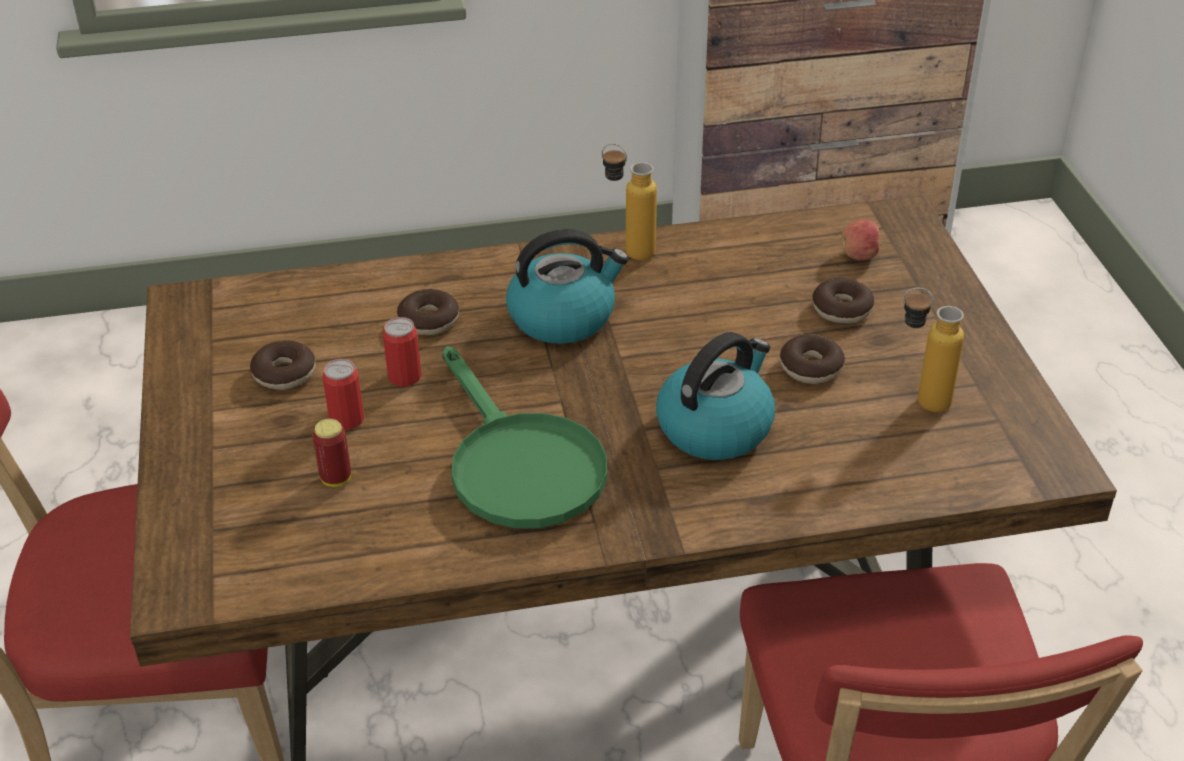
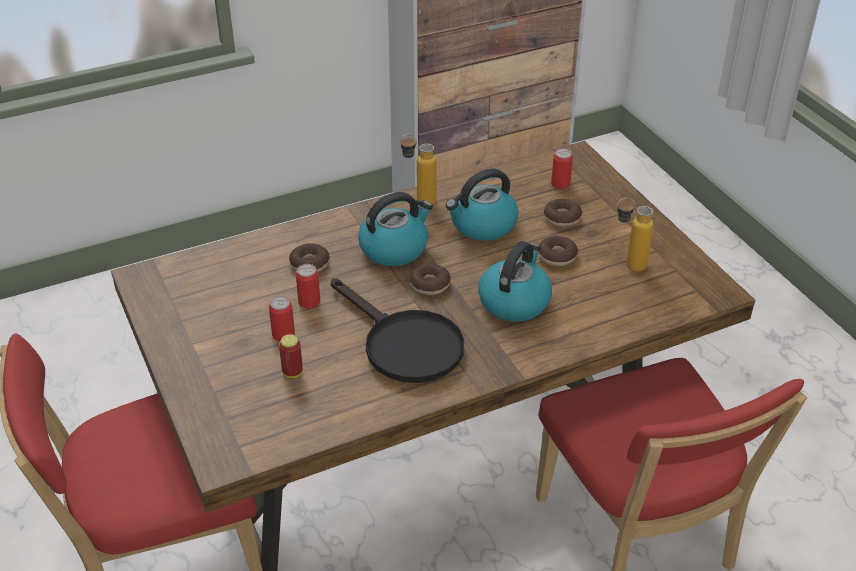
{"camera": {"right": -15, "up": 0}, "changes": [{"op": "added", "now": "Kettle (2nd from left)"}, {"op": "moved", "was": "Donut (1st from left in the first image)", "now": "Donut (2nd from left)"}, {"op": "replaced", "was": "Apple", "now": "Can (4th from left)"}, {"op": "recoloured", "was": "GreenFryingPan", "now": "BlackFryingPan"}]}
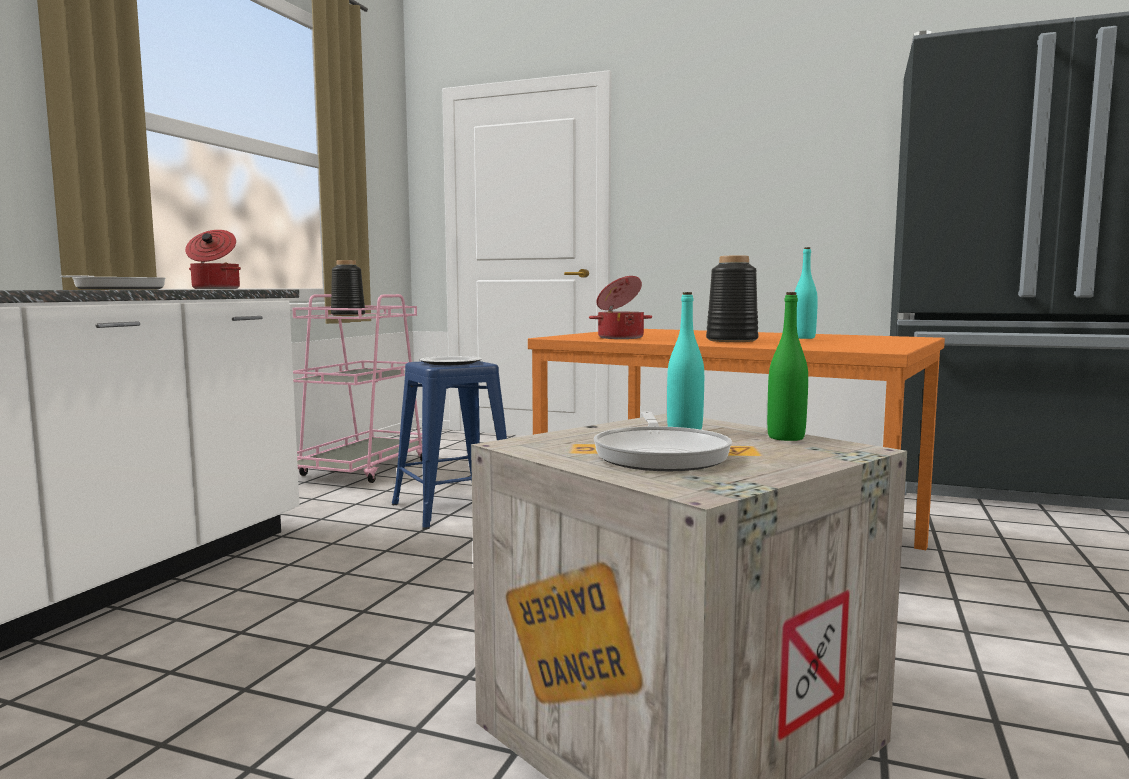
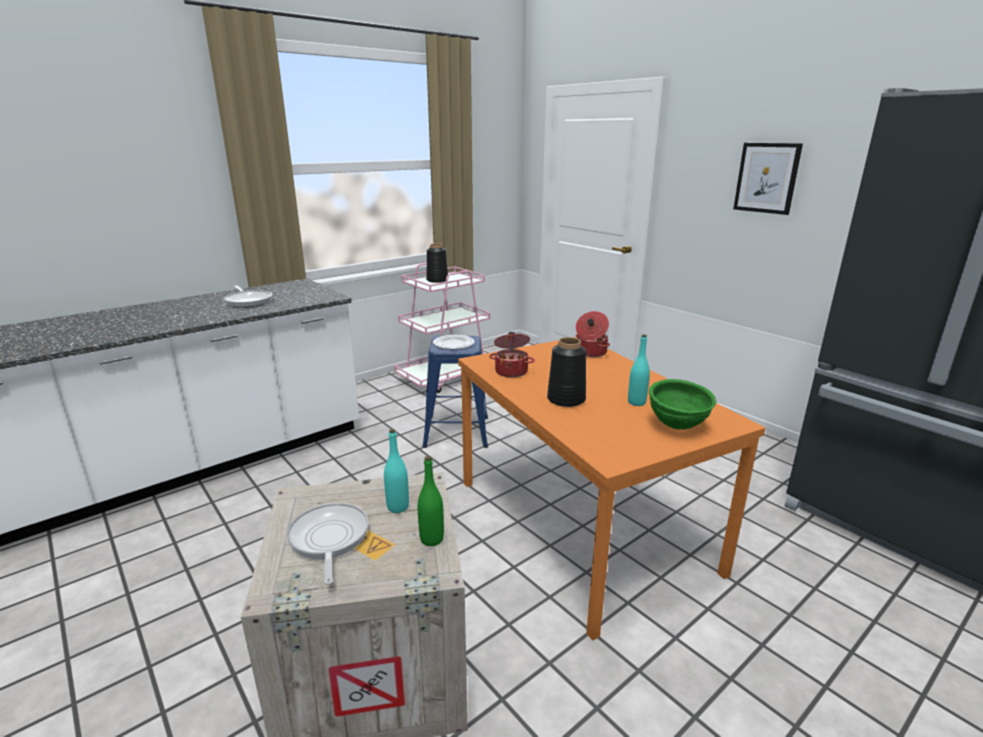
{"camera": {"right": 30, "up": 15}, "changes": [{"op": "added", "now": "GreenBowl"}, {"op": "added", "now": "Picture"}, {"op": "moved", "was": "CookingPot (1st from left in the first image)", "now": "CookingPot (2nd from left)"}, {"op": "turned", "was": "FryingPan (2nd from left)", "clockwise": 135}]}
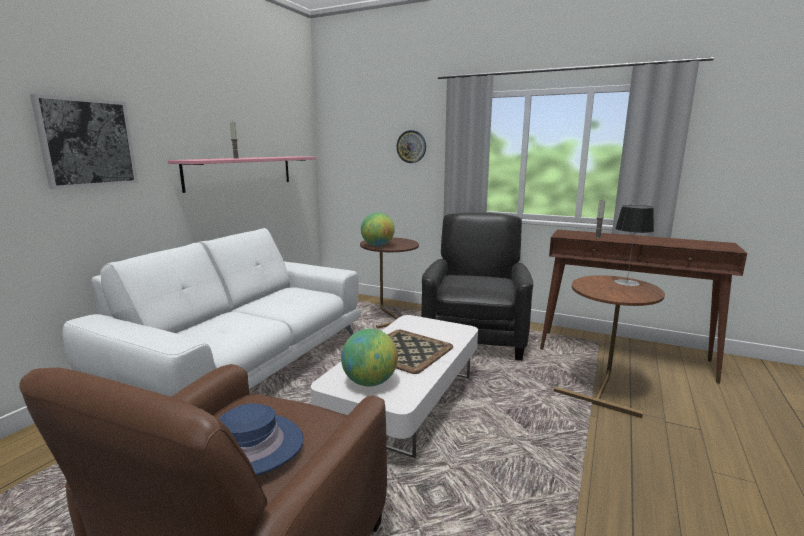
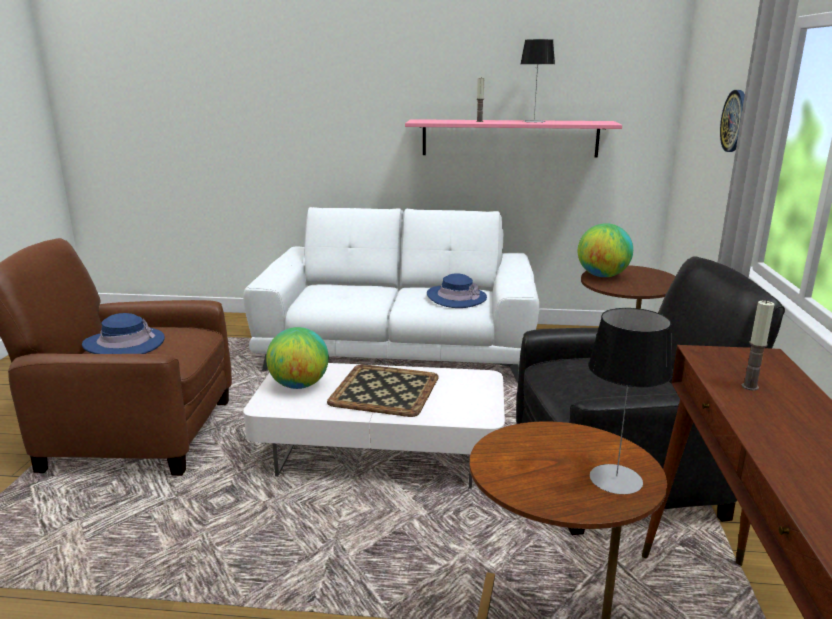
{"camera": {"right": 70, "up": 5}, "changes": [{"op": "removed", "was": "Picture"}, {"op": "added", "now": "BlueHat (2nd from left)"}, {"op": "added", "now": "TableLamp (1st from left)"}]}
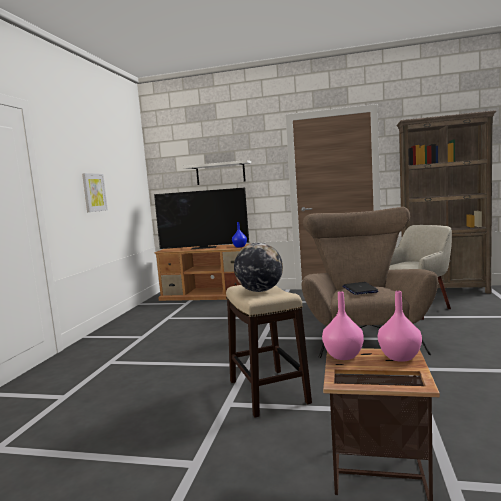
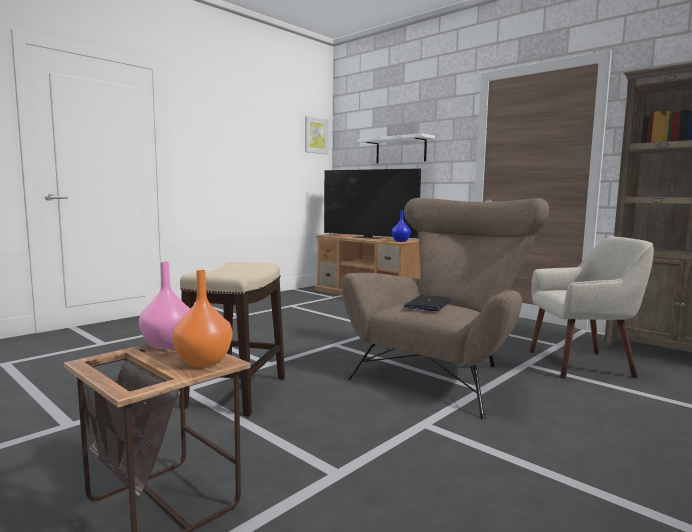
{"camera": {"right": 30, "up": 0}, "changes": [{"op": "removed", "was": "Globe"}, {"op": "moved", "was": "Picture"}, {"op": "recoloured", "was": "PinkVase (2nd from left)", "now": "OrangeVase"}]}
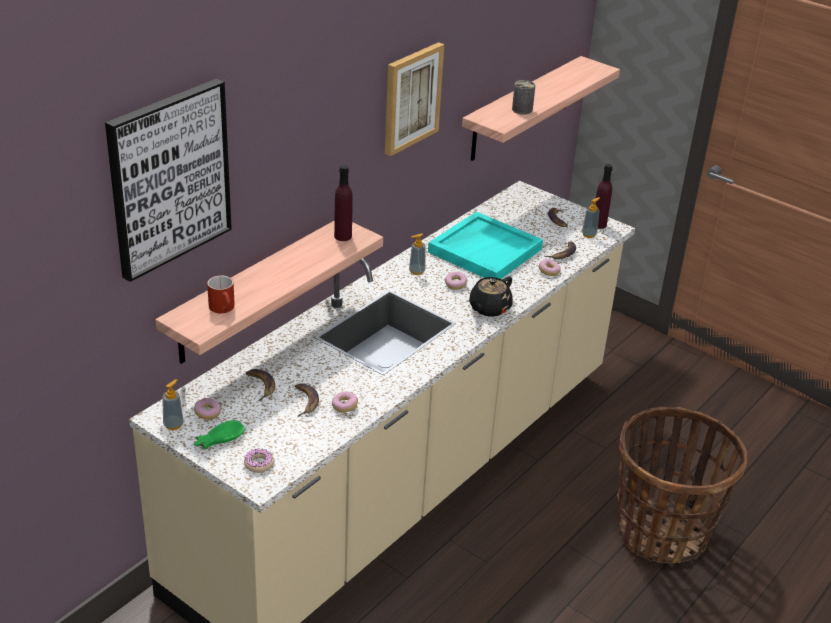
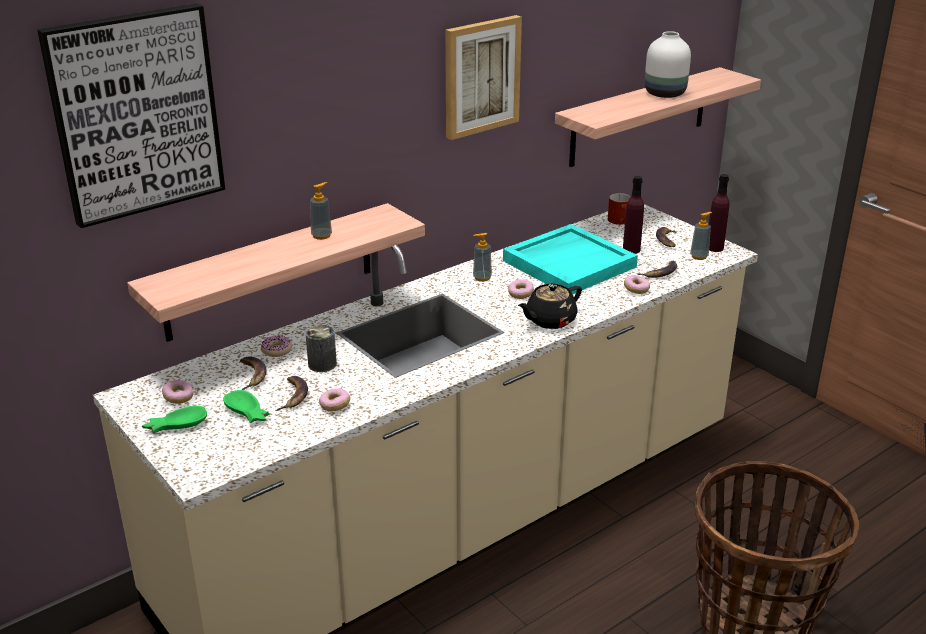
{"camera": {"right": 15, "up": -5}, "changes": [{"op": "added", "now": "GreenBowl (2nd from left)"}, {"op": "added", "now": "WhiteVase"}, {"op": "moved", "was": "SoapDispenser (1st from left)"}, {"op": "moved", "was": "RedMug"}, {"op": "moved", "was": "Donut (2nd from left)"}, {"op": "moved", "was": "PurpleBottle (1st from left)"}, {"op": "moved", "was": "Can"}]}
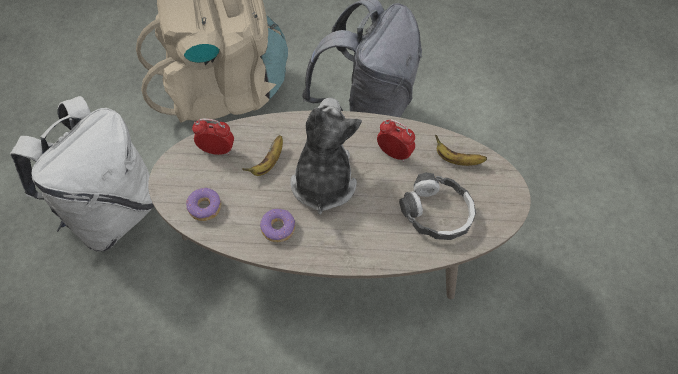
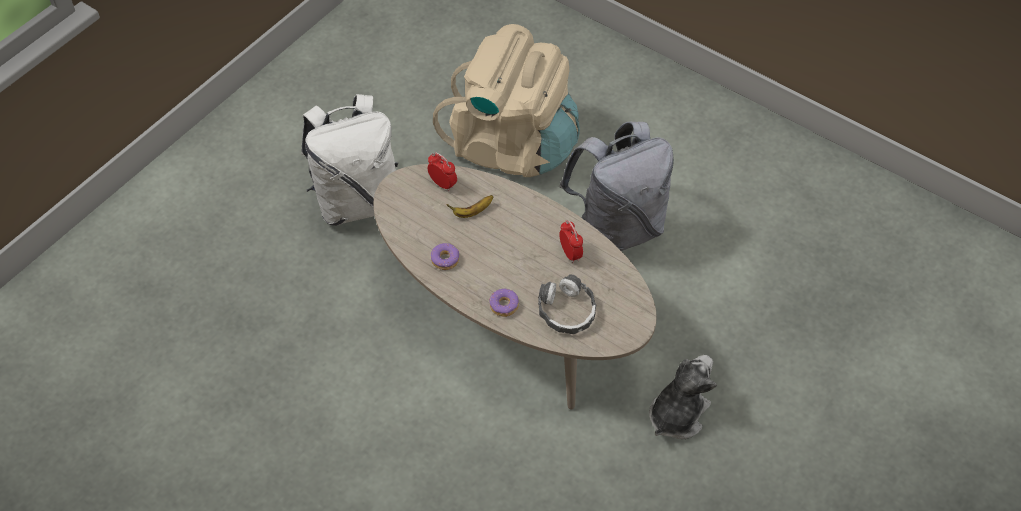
{"camera": {"right": 35, "up": -5}, "changes": [{"op": "removed", "was": "Banana (2nd from left)"}, {"op": "moved", "was": "Donut (1st from left in the first image)", "now": "Donut (2nd from left)"}, {"op": "moved", "was": "PlushToy"}]}
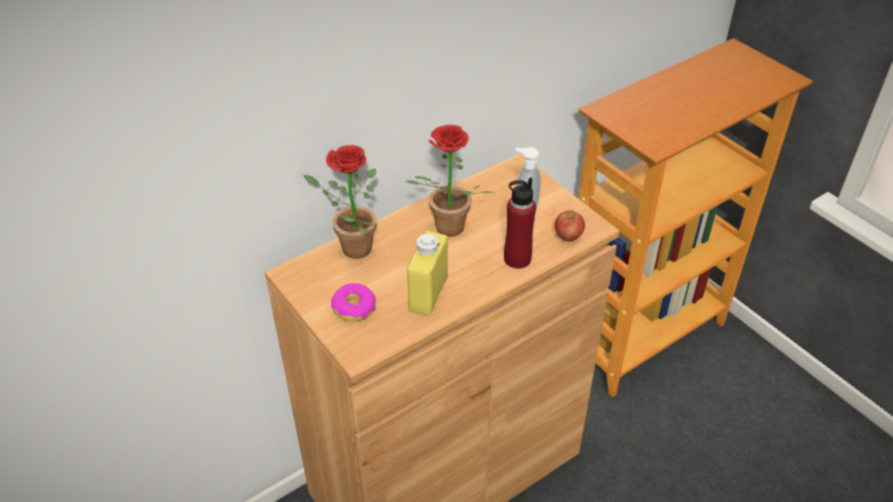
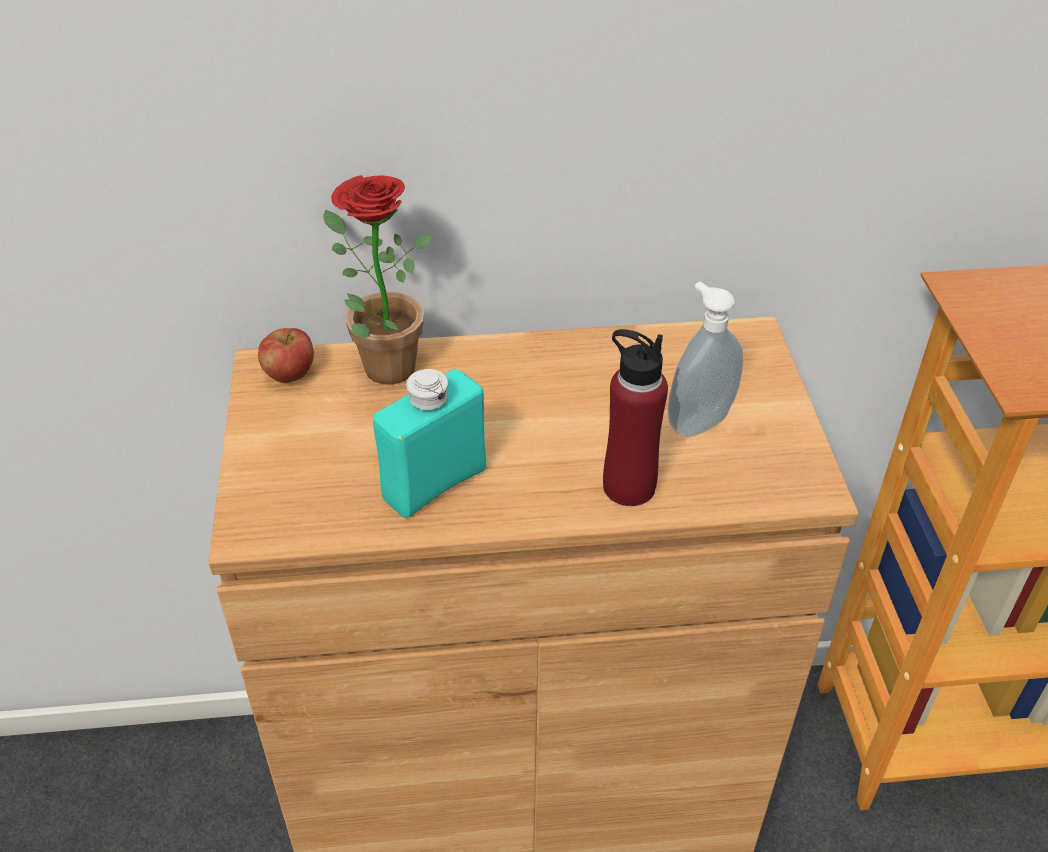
{"camera": {"right": 30, "up": 0}, "changes": [{"op": "removed", "was": "Donut"}, {"op": "removed", "was": "PottedPlant (2nd from left)"}, {"op": "moved", "was": "Apple"}, {"op": "recoloured", "was": "YellowBottle", "now": "TurquoiseBottle"}]}
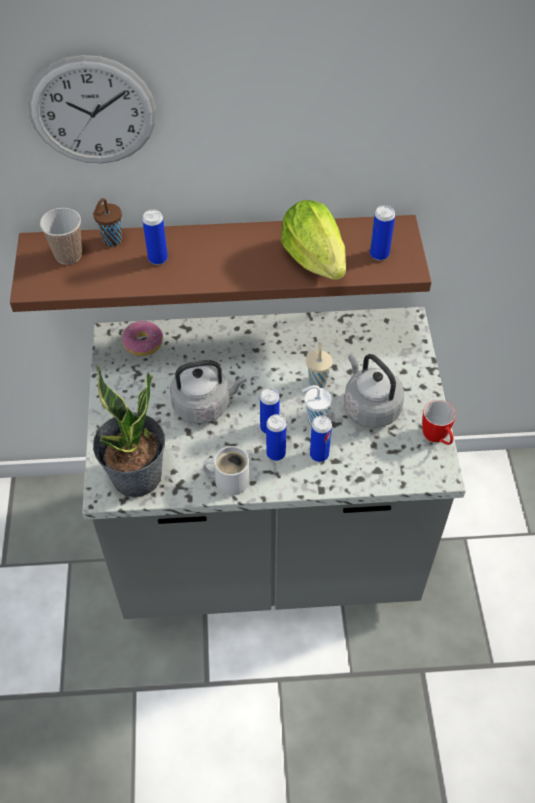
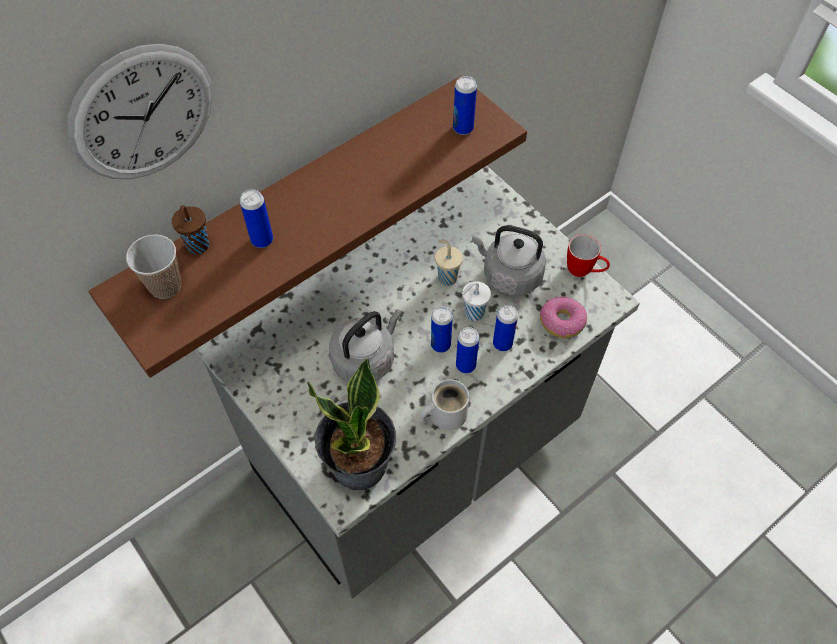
{"camera": {"right": -35, "up": 5}, "changes": [{"op": "removed", "was": "Lettuce"}, {"op": "moved", "was": "Donut"}]}
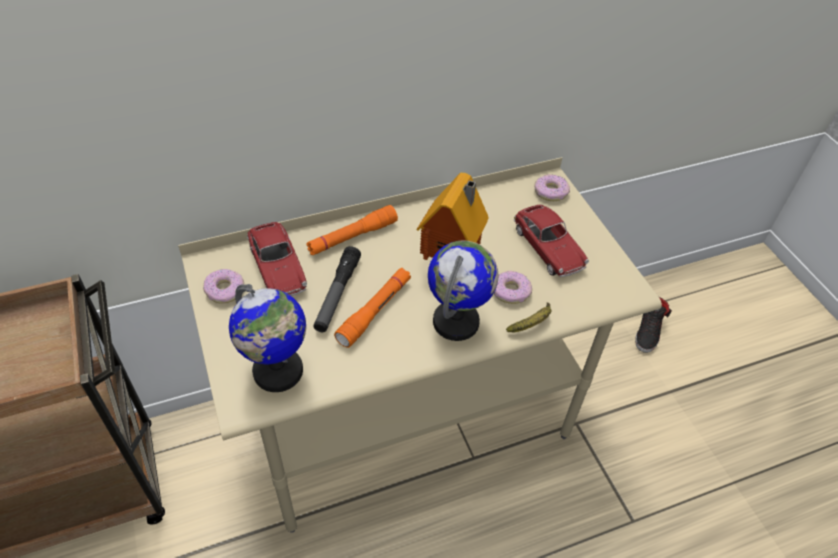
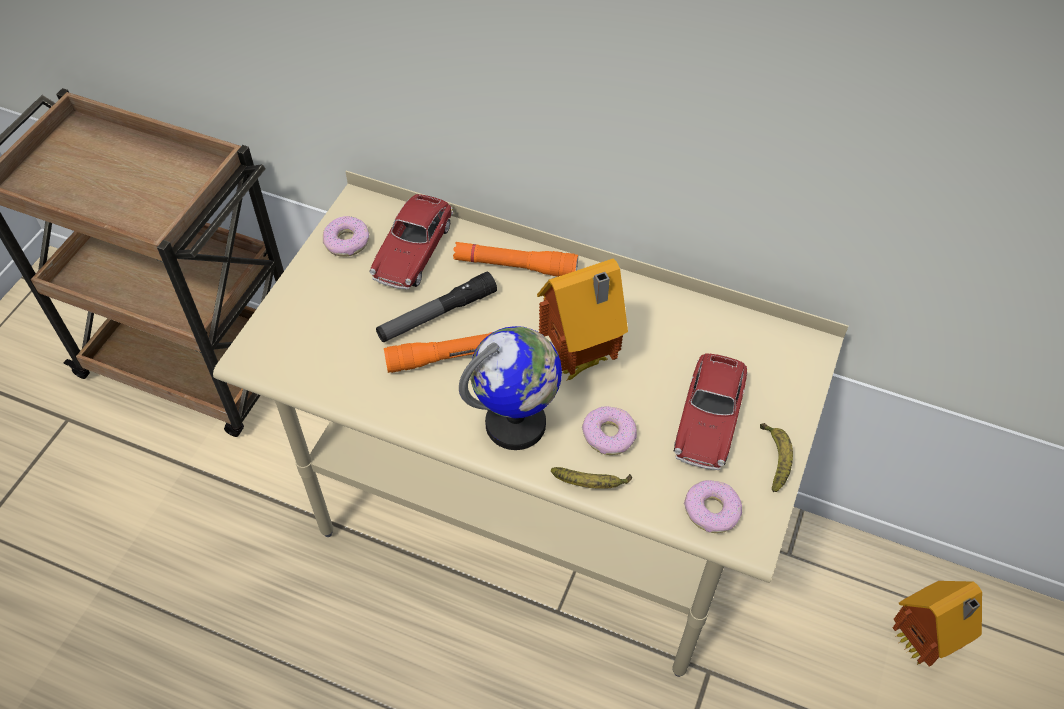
{"camera": {"right": 45, "up": 5}, "changes": [{"op": "removed", "was": "Globe (1st from left)"}, {"op": "added", "now": "Banana (2nd from left)"}, {"op": "moved", "was": "Donut (3rd from left)"}, {"op": "replaced", "was": "BlackShoe", "now": "ToyHouse (2nd from left)"}]}
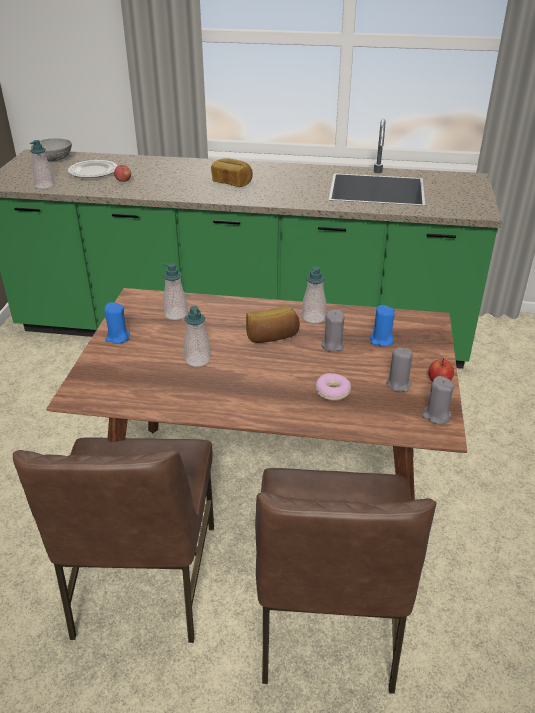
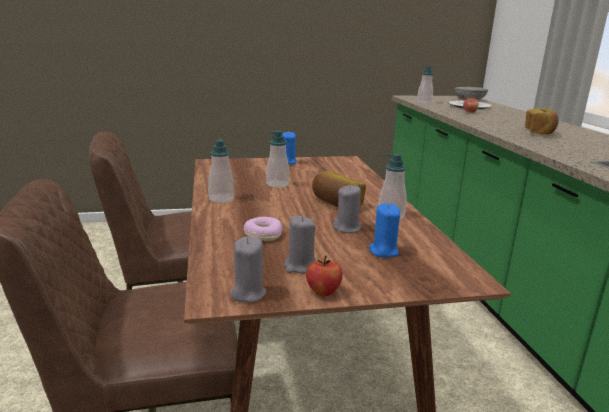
{"camera": {"right": 70, "up": -15}, "changes": [{"op": "moved", "was": "SoapDispenser (2nd from left in the first image)", "now": "SoapDispenser (1st from left)"}]}
